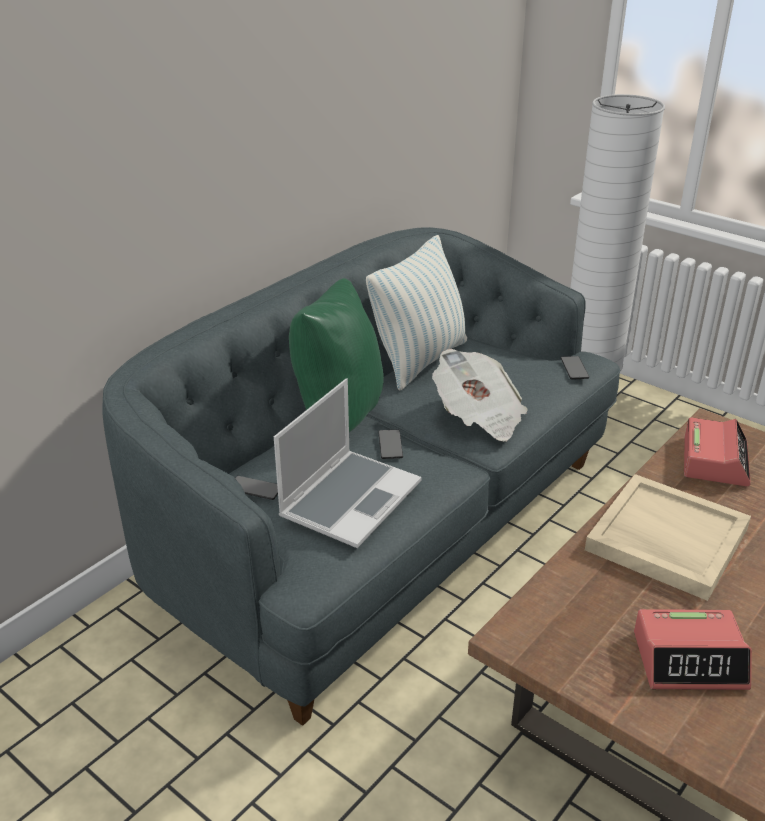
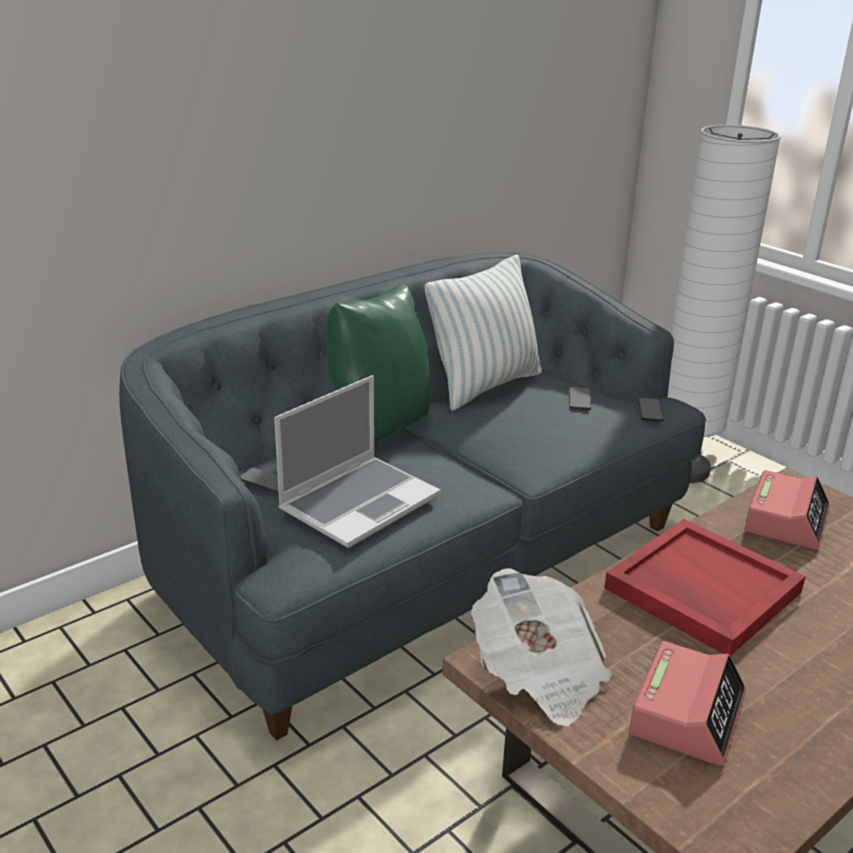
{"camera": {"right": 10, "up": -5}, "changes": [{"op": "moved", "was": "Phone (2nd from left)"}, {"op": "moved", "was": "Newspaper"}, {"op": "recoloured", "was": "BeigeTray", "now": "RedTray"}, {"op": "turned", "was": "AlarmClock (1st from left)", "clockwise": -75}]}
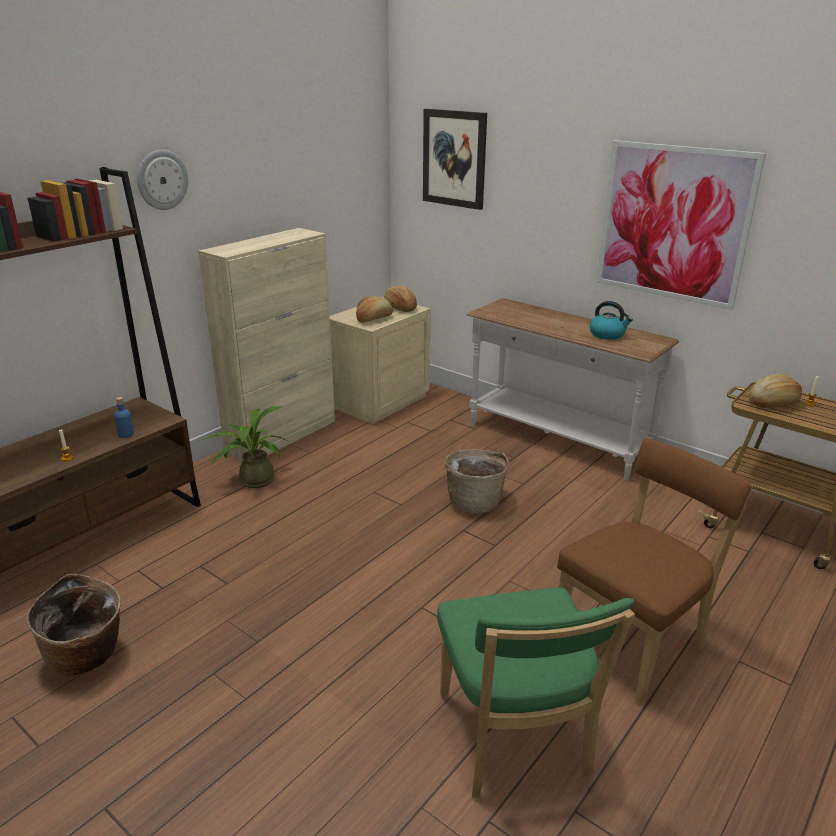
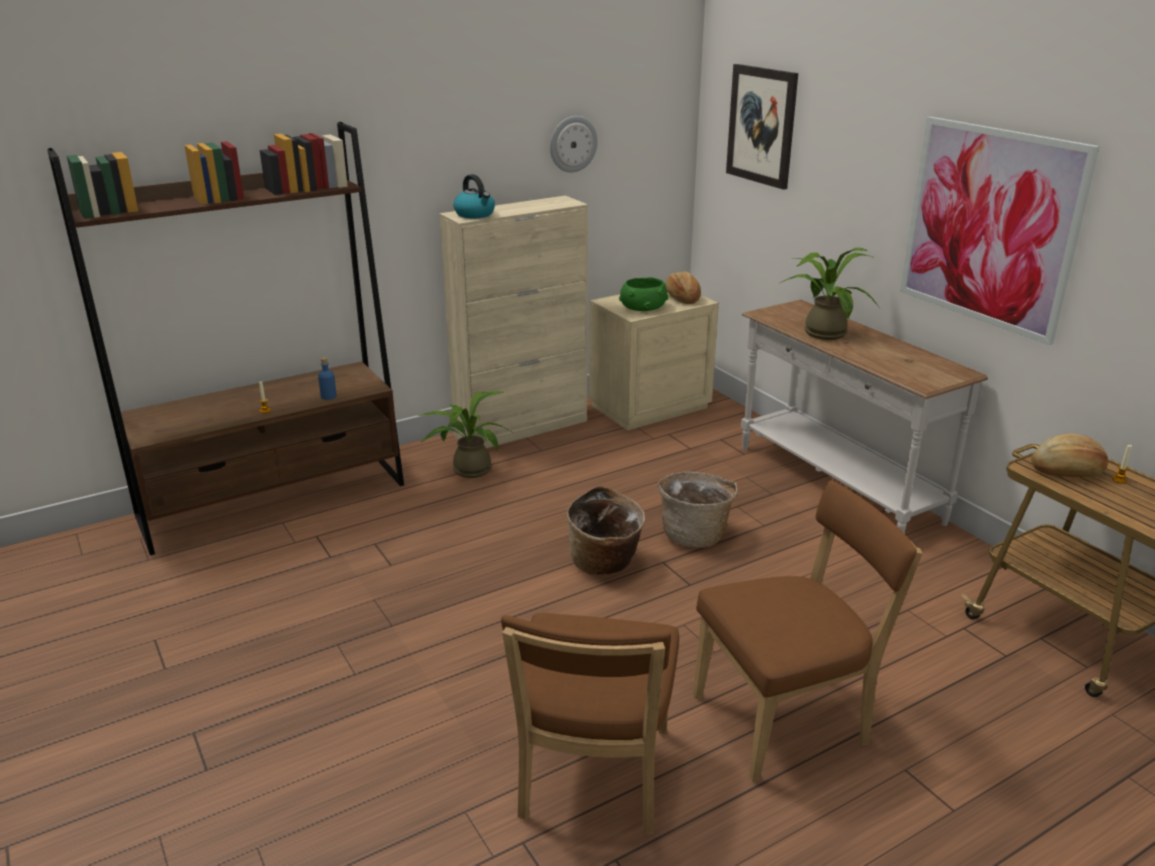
{"camera": {"right": 20, "up": 0}, "changes": [{"op": "added", "now": "PottedPlant (2nd from left)"}, {"op": "moved", "was": "Basket (1st from left)"}, {"op": "moved", "was": "WallClock"}, {"op": "moved", "was": "Kettle"}, {"op": "replaced", "was": "Bread (1st from left)", "now": "GreenBowl"}, {"op": "recoloured", "was": "GreenChair", "now": "BrownChair (1st from left)"}]}
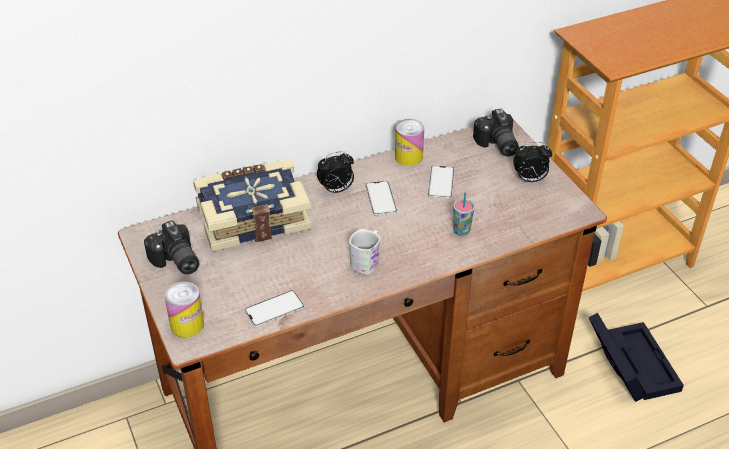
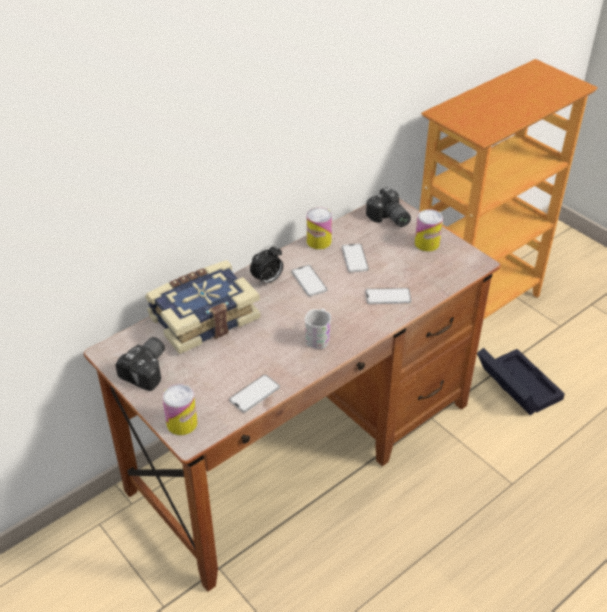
{"camera": {"right": -15, "up": 0}, "changes": [{"op": "replaced", "was": "Cup", "now": "Phone (4th from left)"}, {"op": "replaced", "was": "AlarmClock (2nd from left)", "now": "Can (3rd from left)"}, {"op": "turned", "was": "PhotoCamera (1st from left)", "clockwise": -105}]}
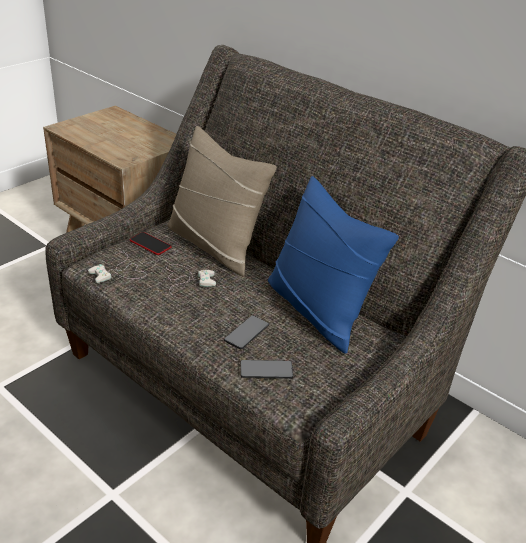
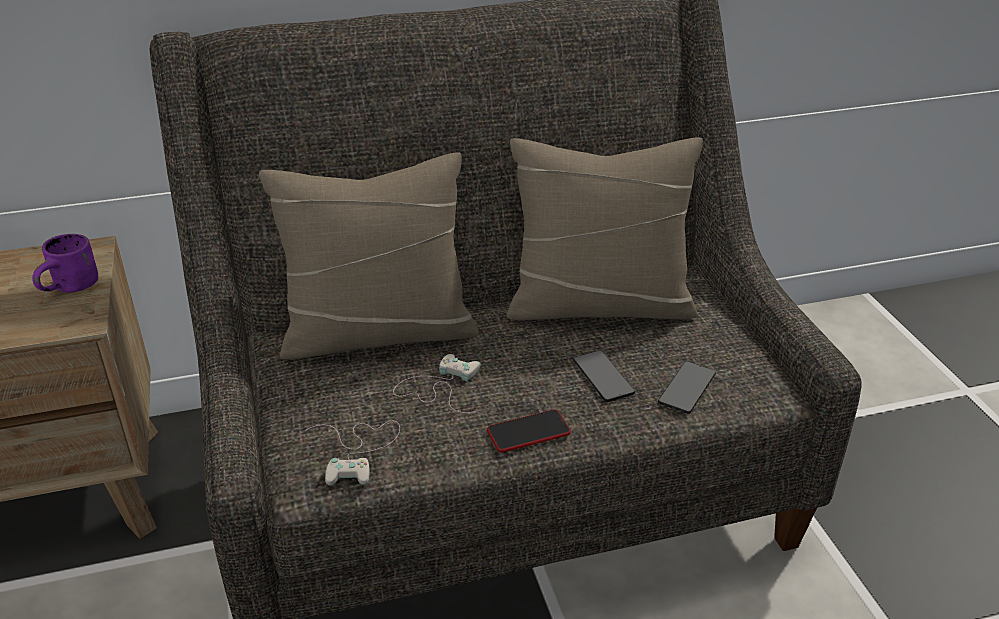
{"camera": {"right": -55, "up": 0}, "changes": [{"op": "added", "now": "PurpleMug"}, {"op": "moved", "was": "Phone (1st from left)"}, {"op": "recoloured", "was": "BluePillow", "now": "BeigePillow (2nd from left)"}]}
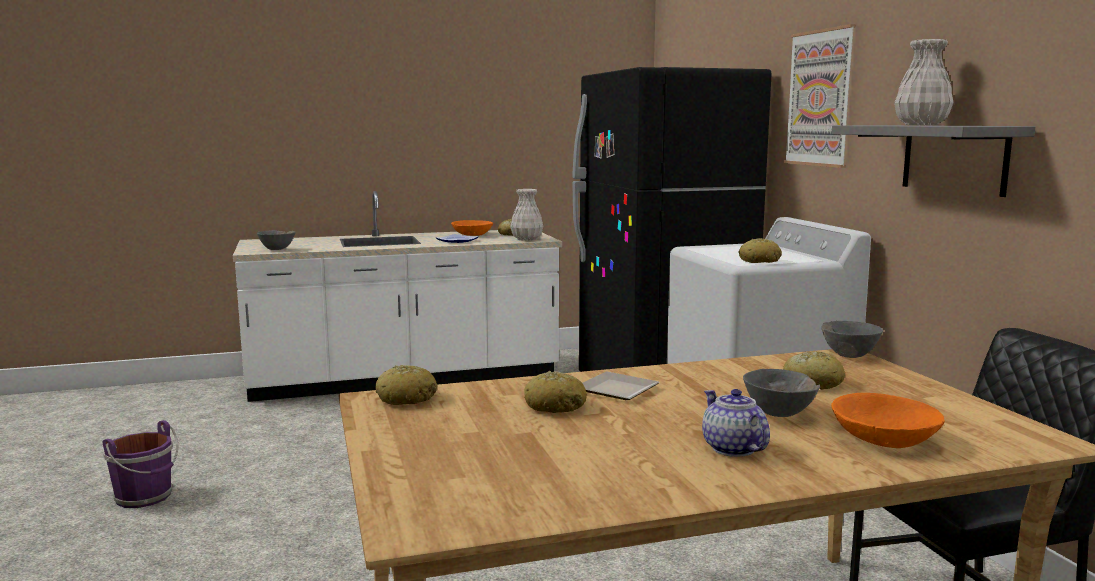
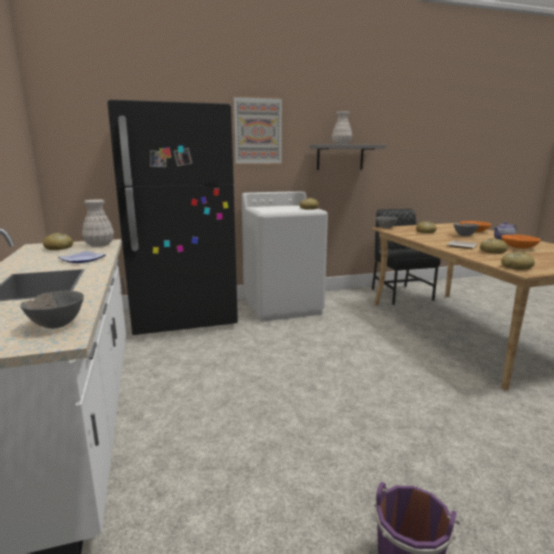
{"camera": {"right": -90, "up": 5}, "changes": [{"op": "moved", "was": "OrangeBowl (1st from left in the first image)", "now": "OrangeBowl (2nd from left)"}]}
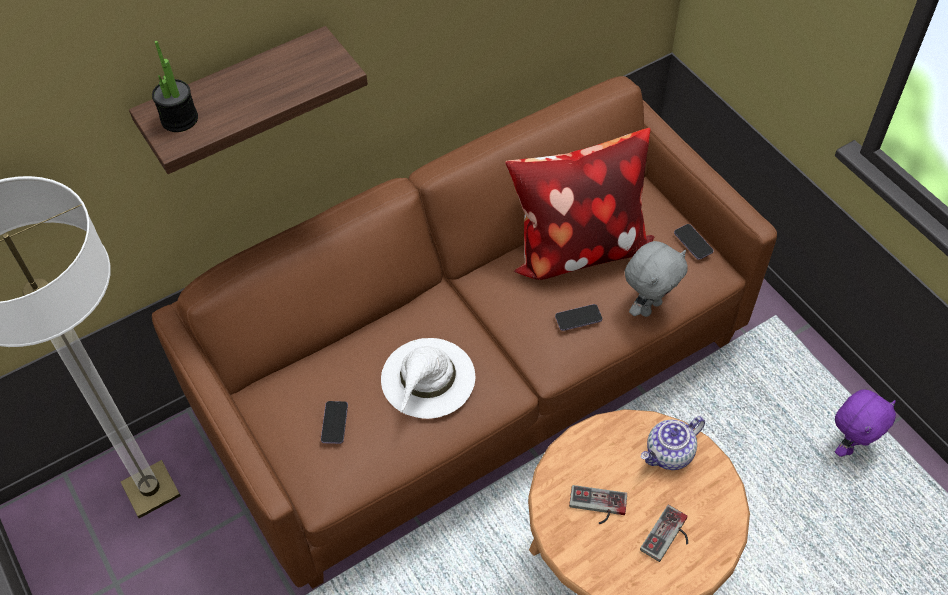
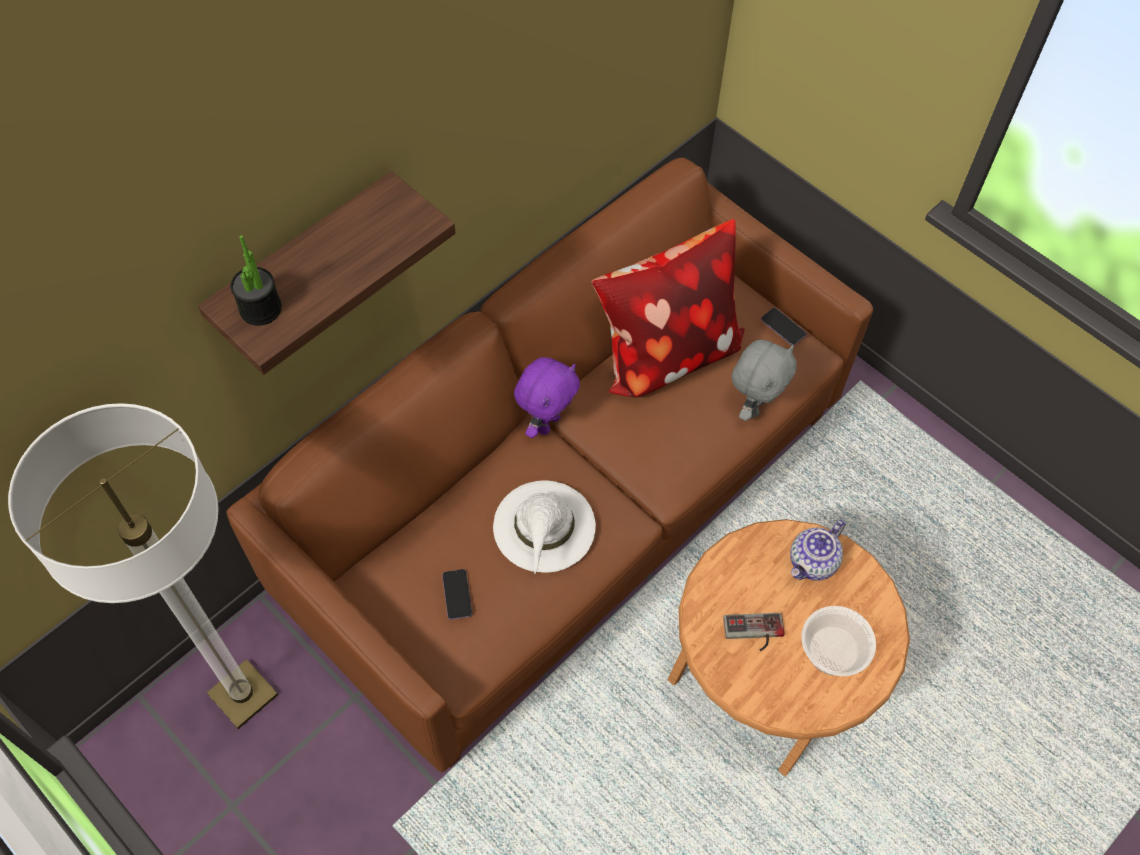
{"camera": {"right": -15, "up": 5}, "changes": [{"op": "removed", "was": "Phone (2nd from left)"}, {"op": "moved", "was": "PurplePlushToy"}, {"op": "replaced", "was": "GameController (2nd from left)", "now": "Bowl"}]}
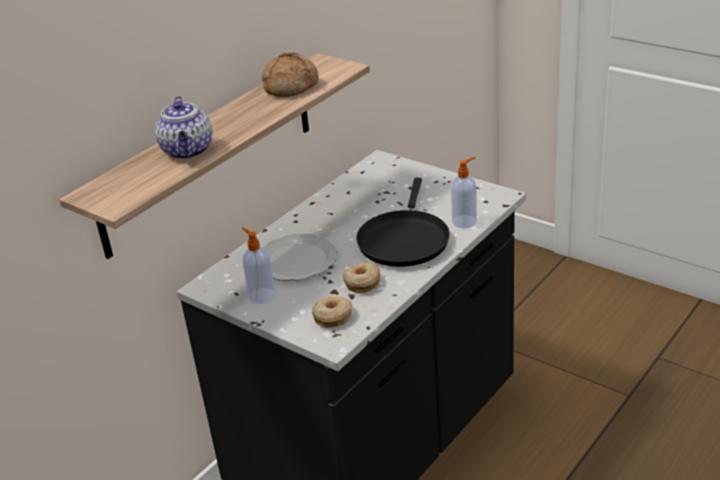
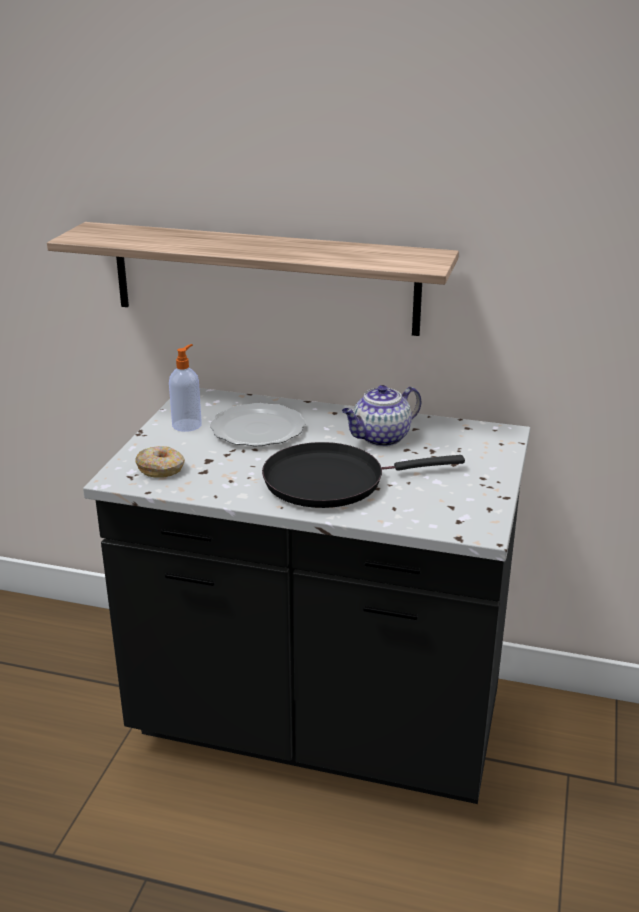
{"camera": {"right": 65, "up": -5}, "changes": [{"op": "removed", "was": "Bread"}, {"op": "removed", "was": "Donut (2nd from left)"}, {"op": "removed", "was": "SoapDispenser (2nd from left)"}, {"op": "moved", "was": "Teapot"}]}
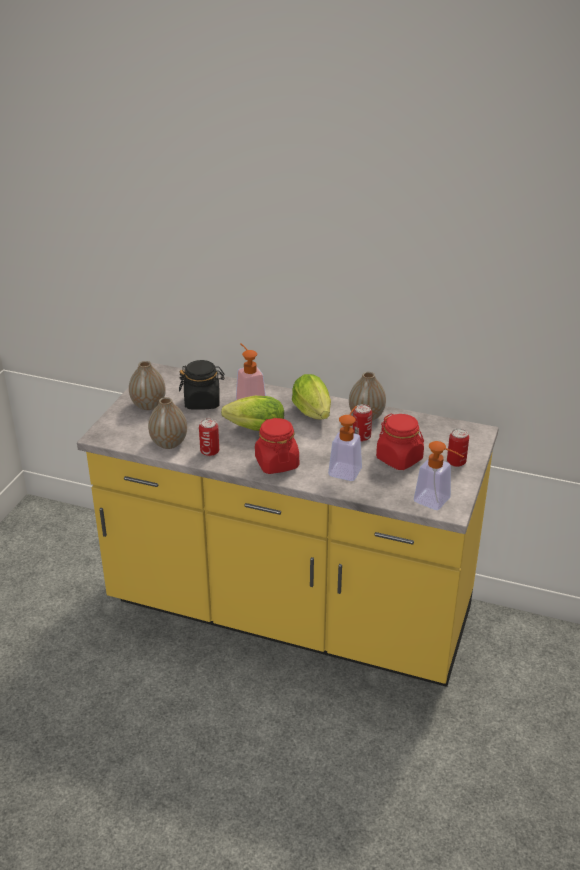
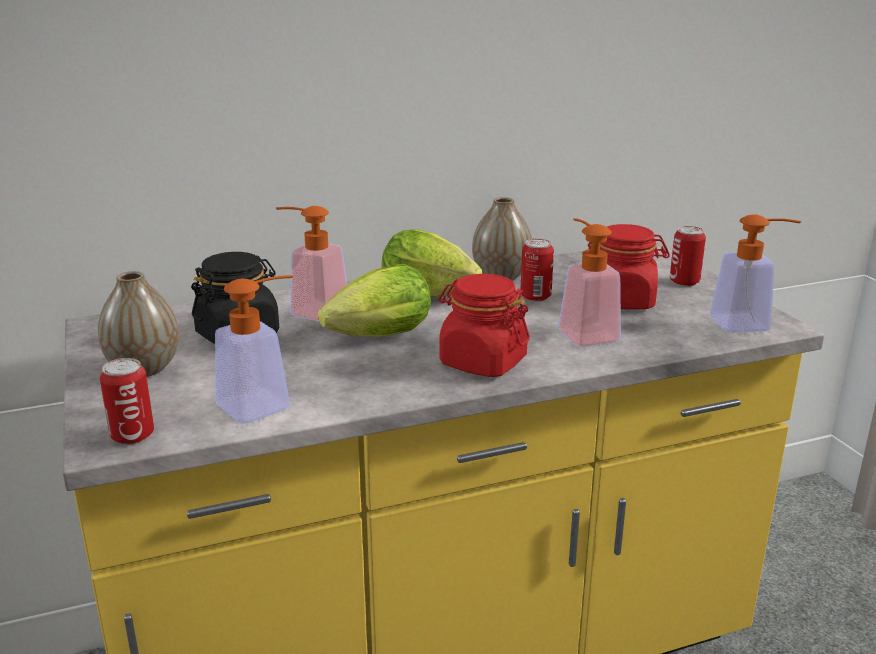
{"camera": {"right": -40, "up": -10}, "changes": [{"op": "moved", "was": "Can (1st from left)"}, {"op": "replaced", "was": "Vase (2nd from left)", "now": "SoapDispenser (1st from left)"}]}
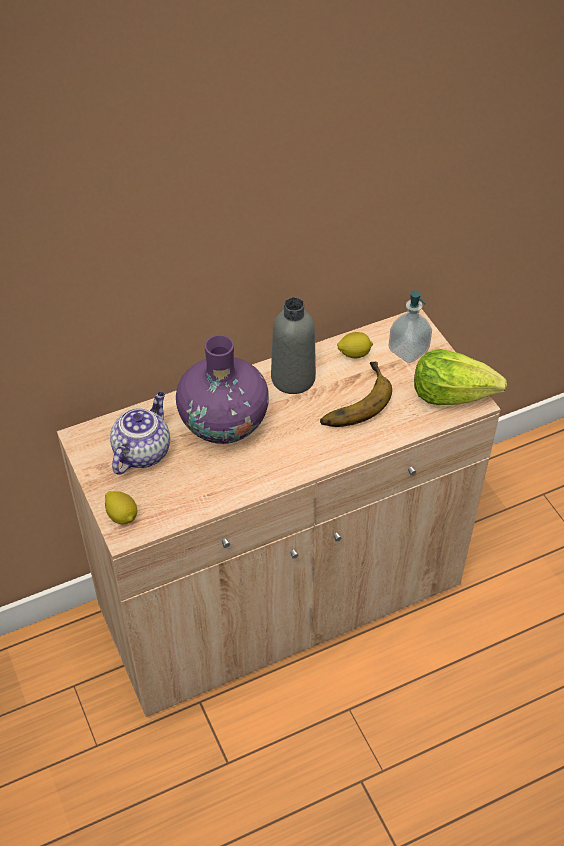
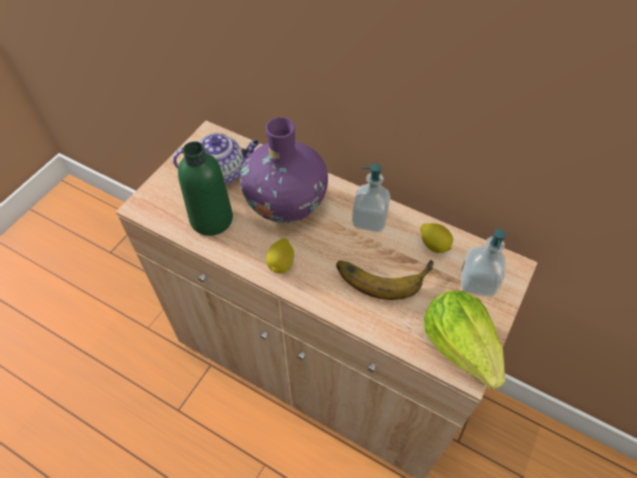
{"camera": {"right": 55, "up": 5}, "changes": [{"op": "added", "now": "GreenBottle"}, {"op": "moved", "was": "Lemon (1st from left)"}, {"op": "replaced", "was": "GreyBottle", "now": "SoapDispenser (1st from left)"}]}
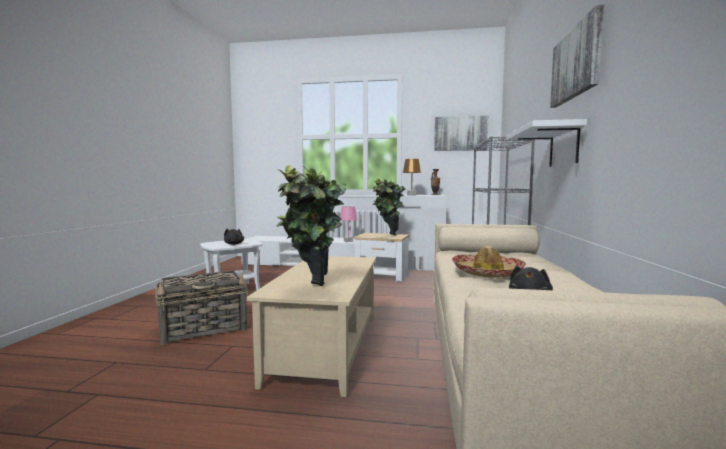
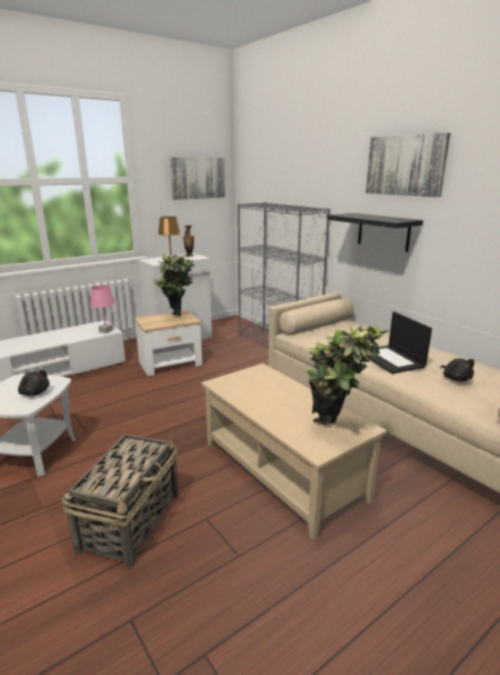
{"camera": {"right": -45, "up": 15}, "changes": [{"op": "replaced", "was": "Hat", "now": "Laptop"}, {"op": "recoloured", "was": "WhiteShelf", "now": "BlackShelf"}]}
